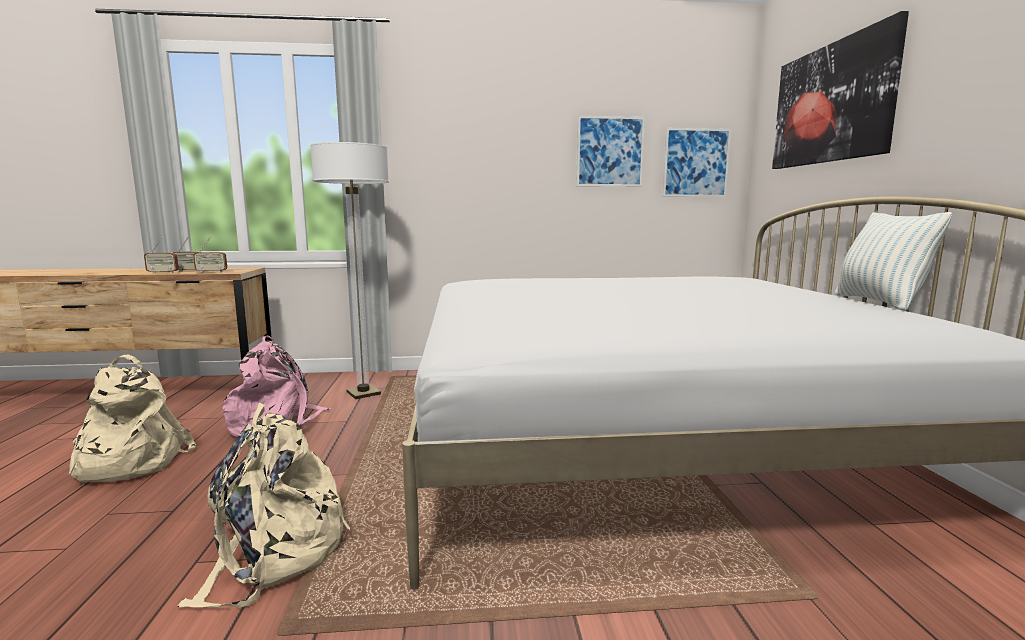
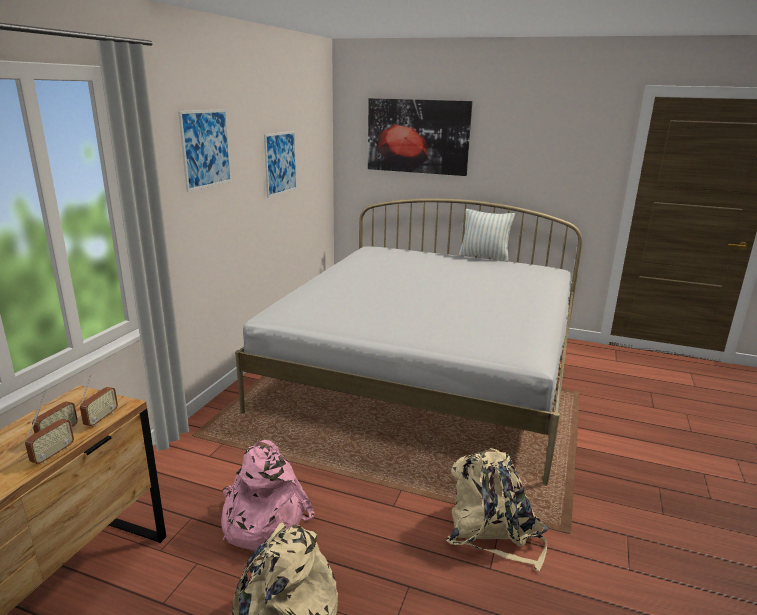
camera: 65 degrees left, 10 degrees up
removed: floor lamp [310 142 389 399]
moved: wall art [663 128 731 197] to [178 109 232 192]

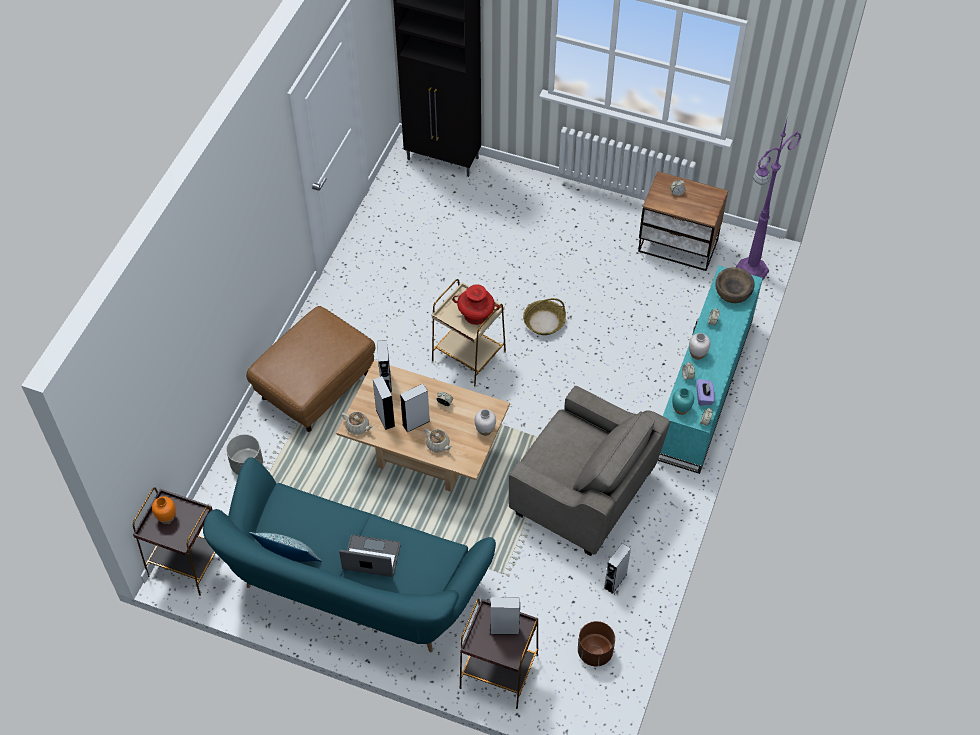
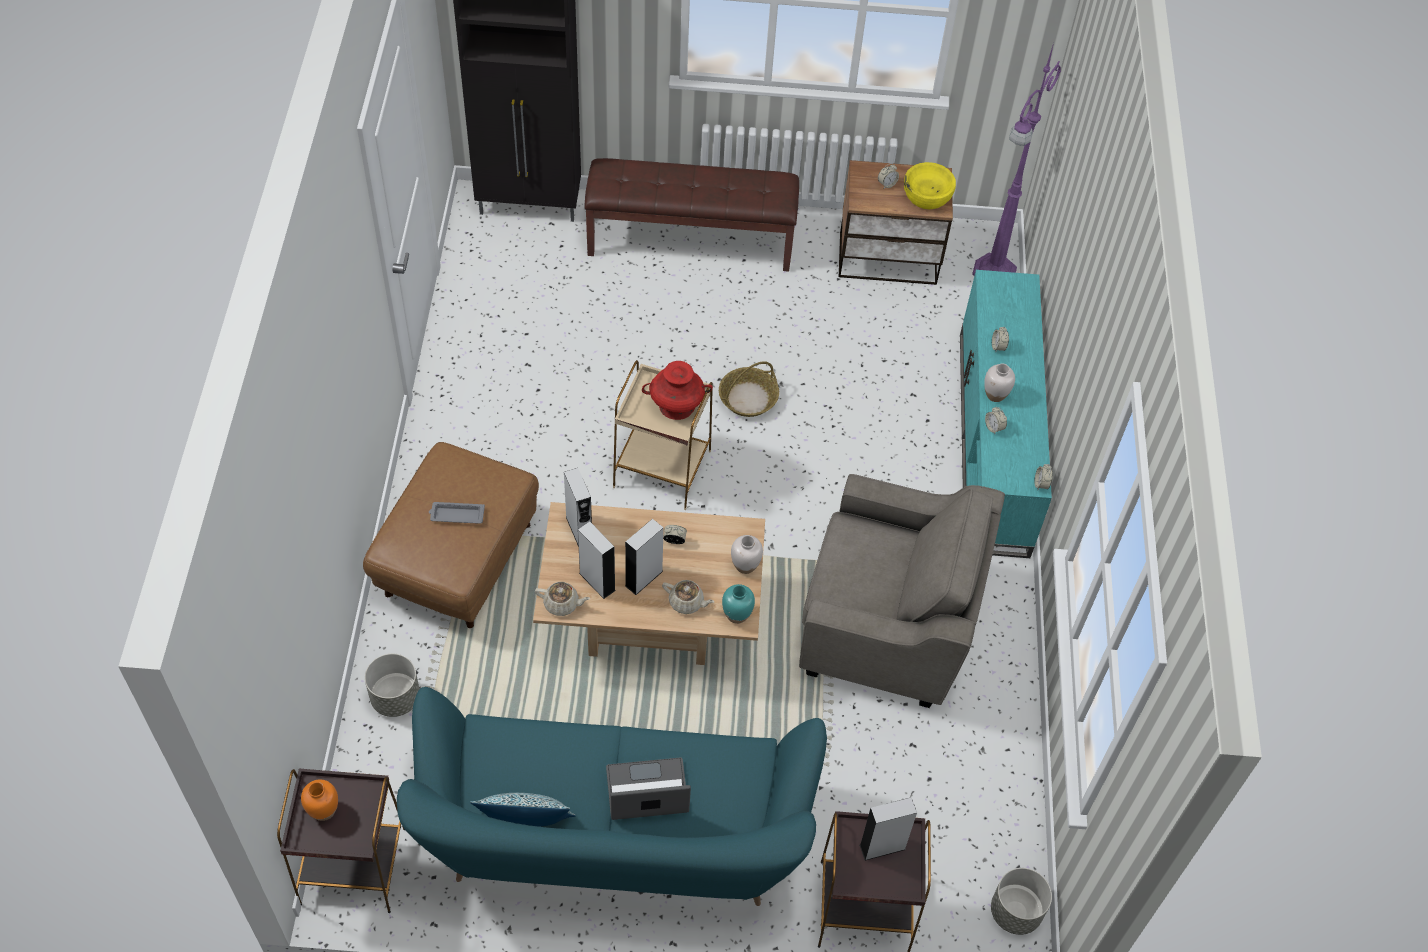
camera: 20 degrees left, 0 degrees up
removed: brown-coloured deep dish [715 267 754 303]; purple box of tissues [696 379 715 405]; grey audio speaker [604 543 631 594]; brown-coloured plant pot [578 621 615 666]
added: brown-coloured bench [585 158 799 272]; yellow deep dish [904 162 956 209]; grey tray [429 502 485 524]; grey plant pot [991 868 1052 935]
moved: turquoise-coloured vase [672 388 694 415] to [722 584 755 624]

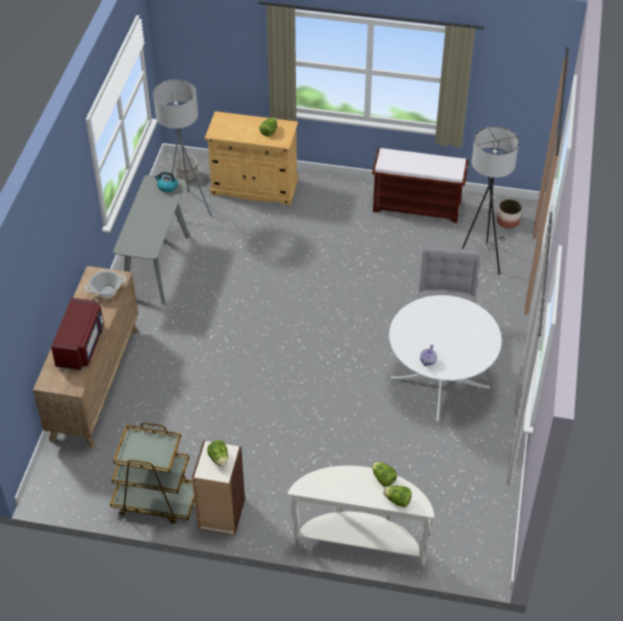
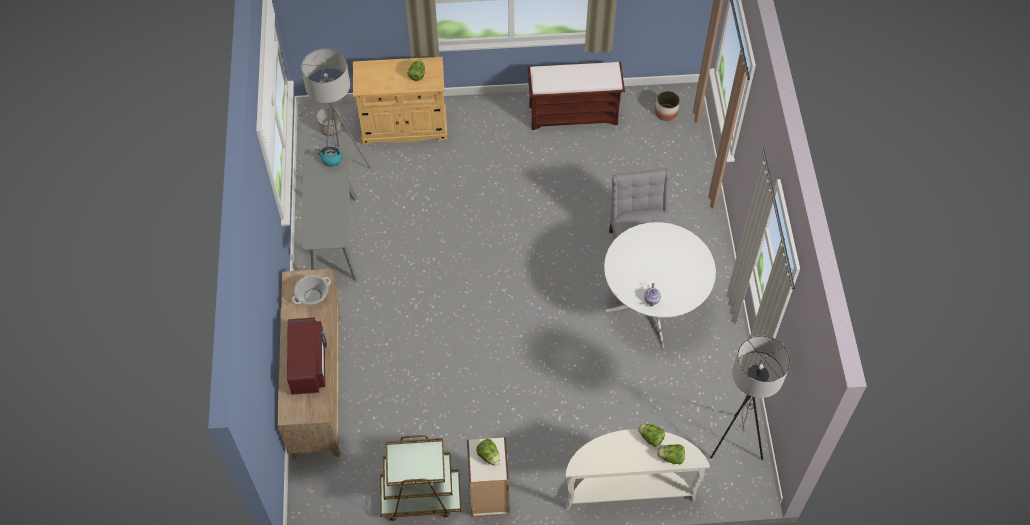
camera: 15 degrees left, 10 degrees up
moved: grey floor lamp [462 126 519 275] to [710 335 790 460]

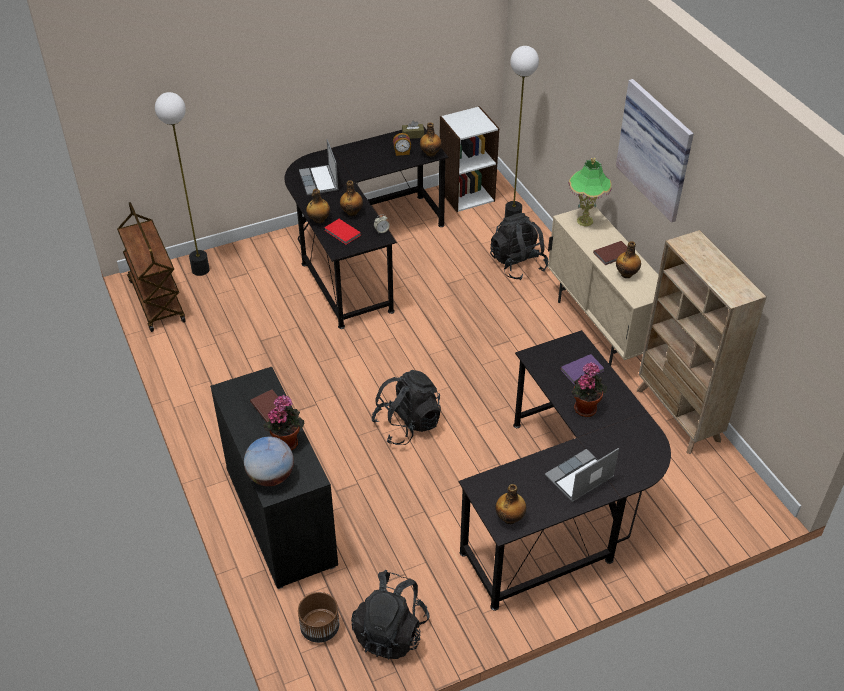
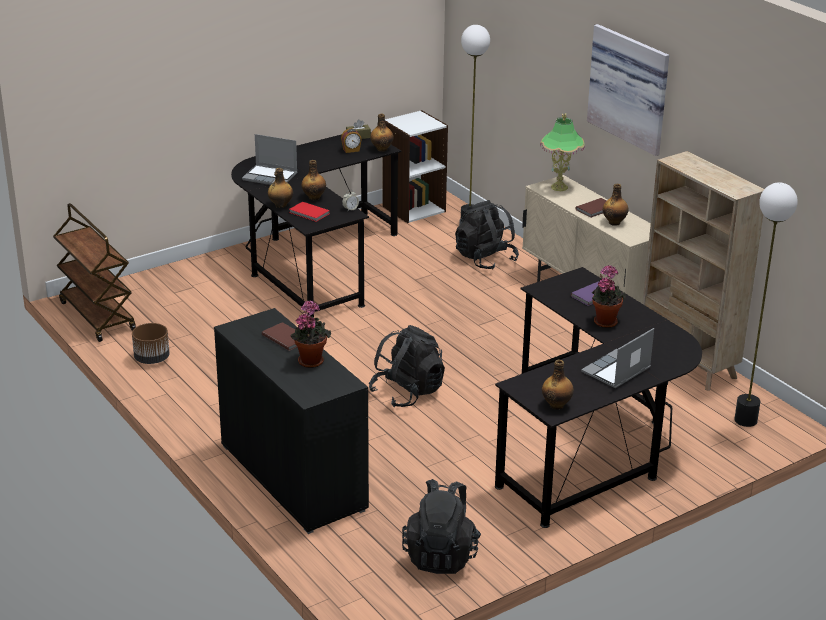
camera: 10 degrees left, 15 degrees down
removed: desk globe [244 437 294 486]
moved: floor lamp [155 92 210 276] to [734 182 798 427]; brown-coloured plant pot [298 592 339 643] to [132 323 170 364]
turned: laptop [299 139 339 195] = [242 134 298 185] 45 degrees counterclockwise

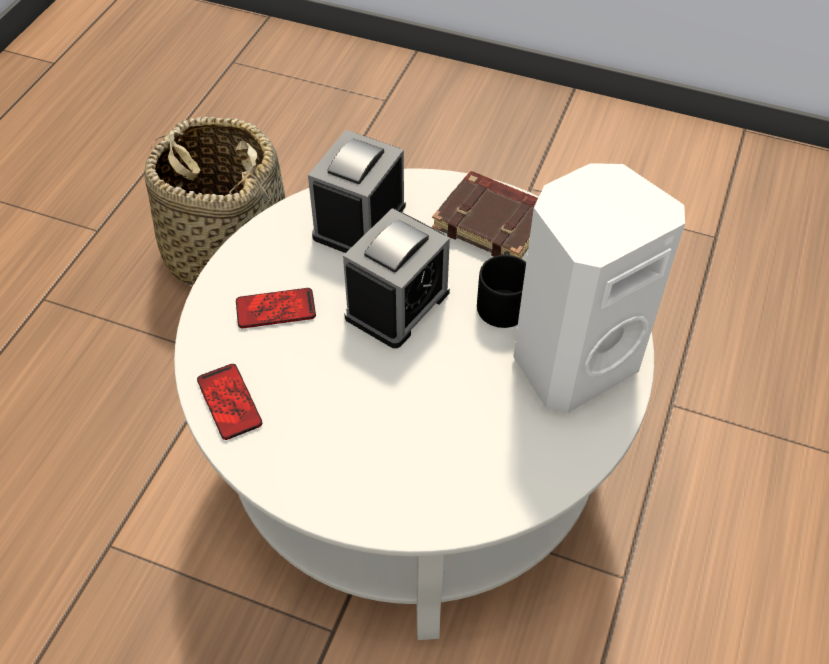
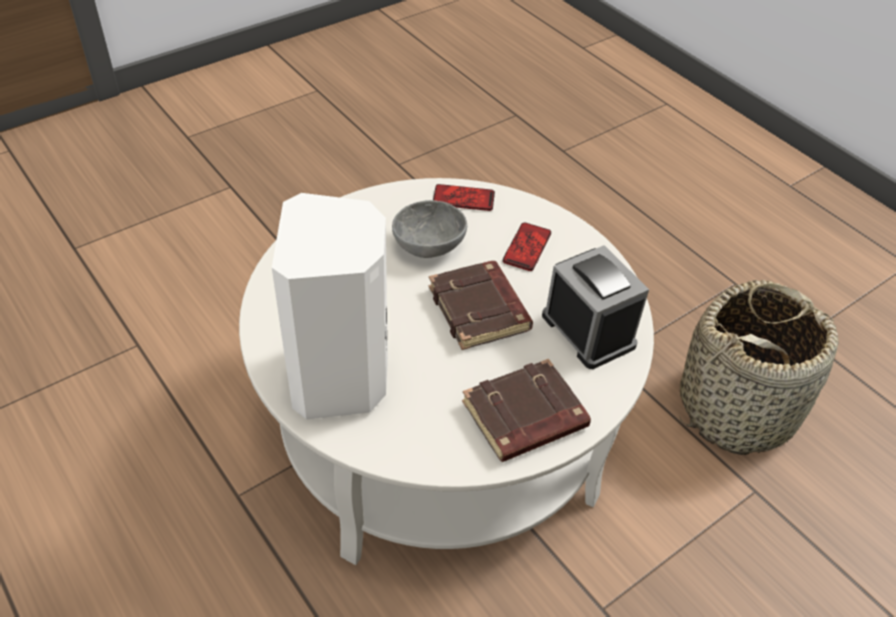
camera: 120 degrees right, 5 degrees down
removed: blackish mug [477 251 526 328]
added: grey deep dish [392 200 467 258]
replaced: table clock [343 208 450 348] to brown-coloured bound book [428 261 533 350]

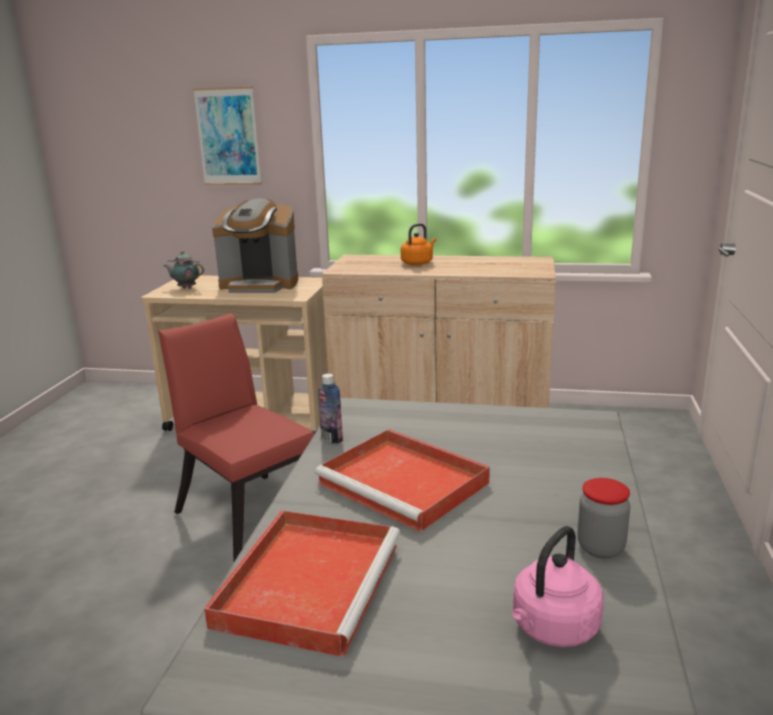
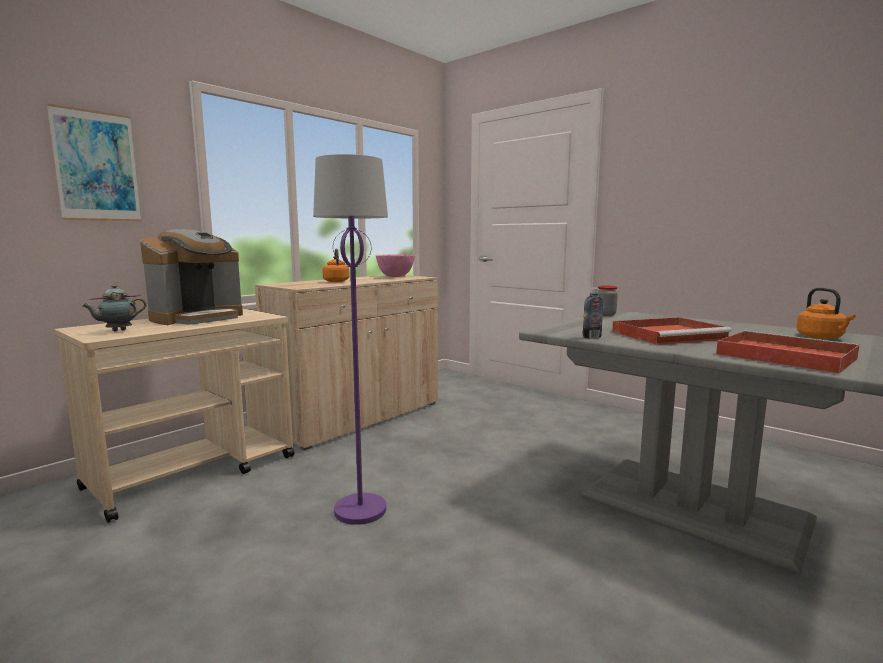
camera: 60 degrees left, 10 degrees down
added: pink-coloured deep dish [376 254 415 277]
moved: storage jar [577 478 630 558] to [598 286 618 316]
replaced: red chair [158 313 314 562] to purple floor lamp [313 154 388 525]
recoloured: pink-coloured tea kettle [512 526 604 647] to orange-coloured tea kettle [796 288 856 339]

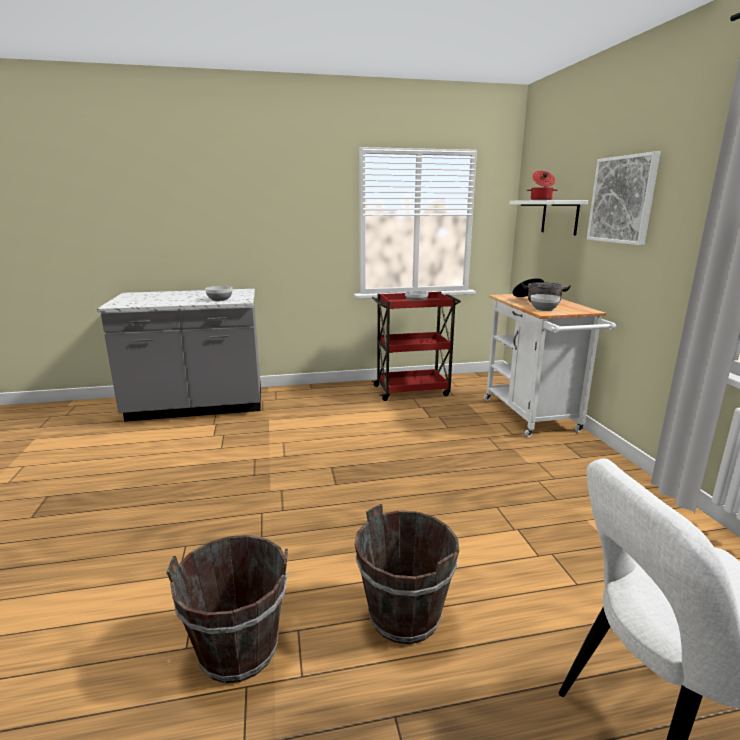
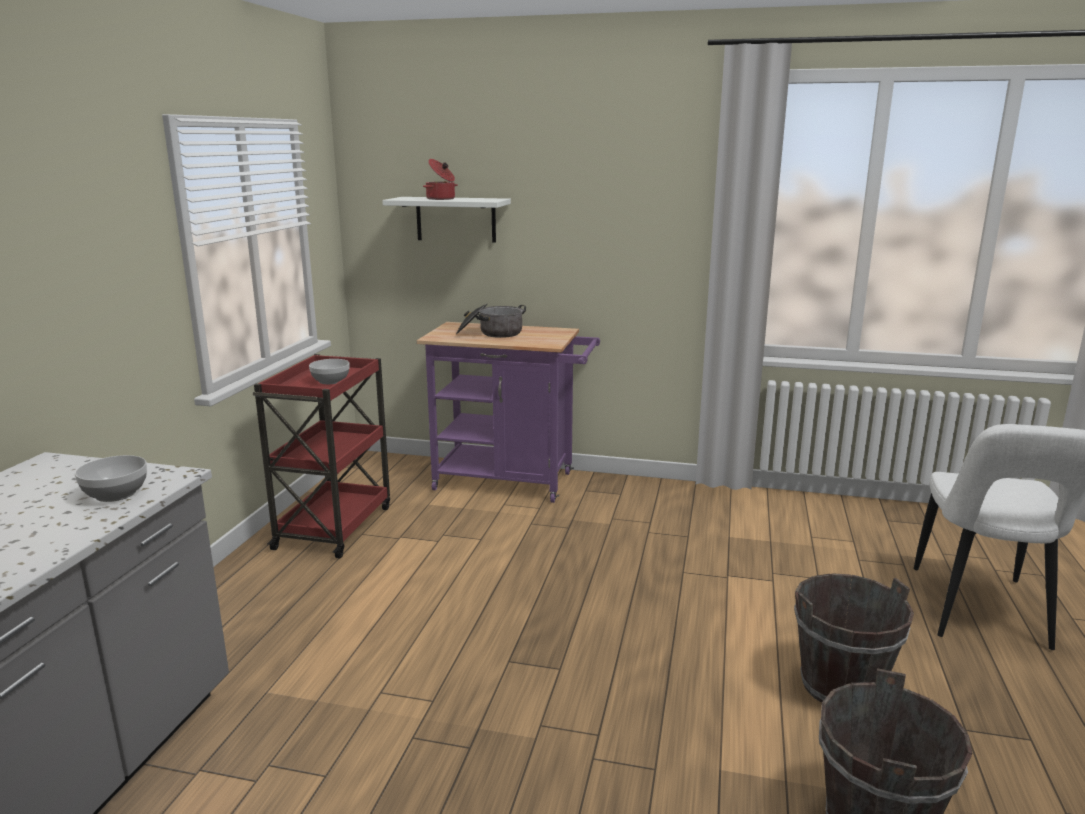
camera: 65 degrees left, 0 degrees up
removed: wall art [587 151 661 245]; deep dish [531 294 560 311]
recoloured: white-coloured wheeled cart [484 294 616 437] to purple wheeled cart [416 322 600 503]

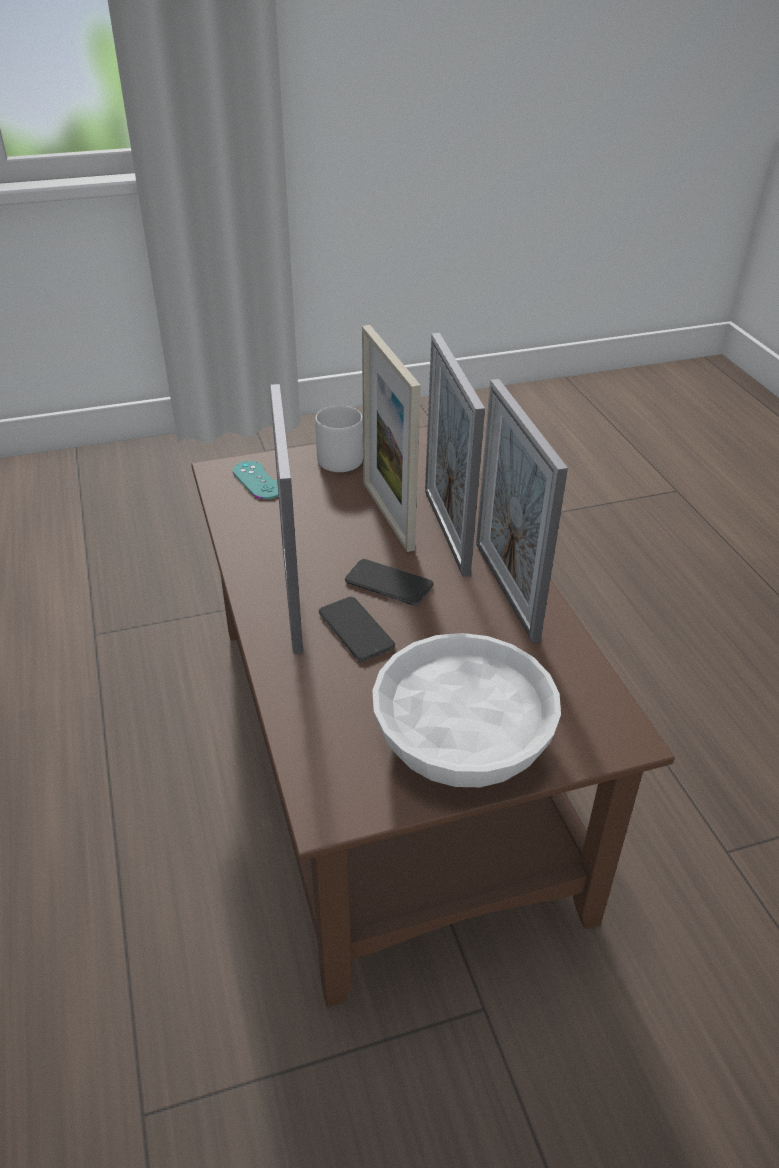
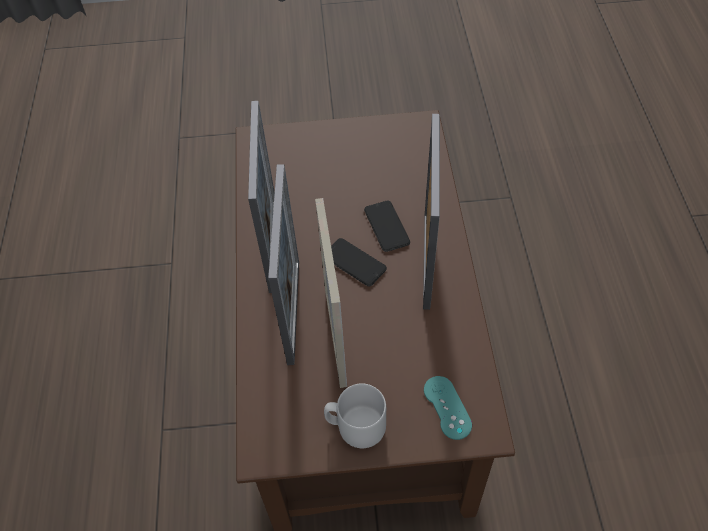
camera: 165 degrees left, 15 degrees up
removed: white-coloured deep dish [372 633 561 787]

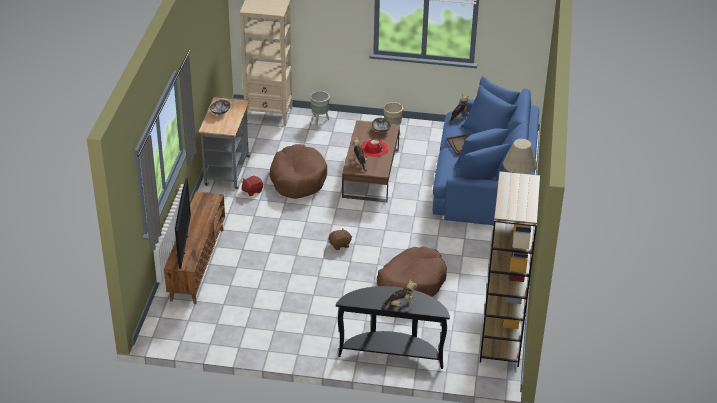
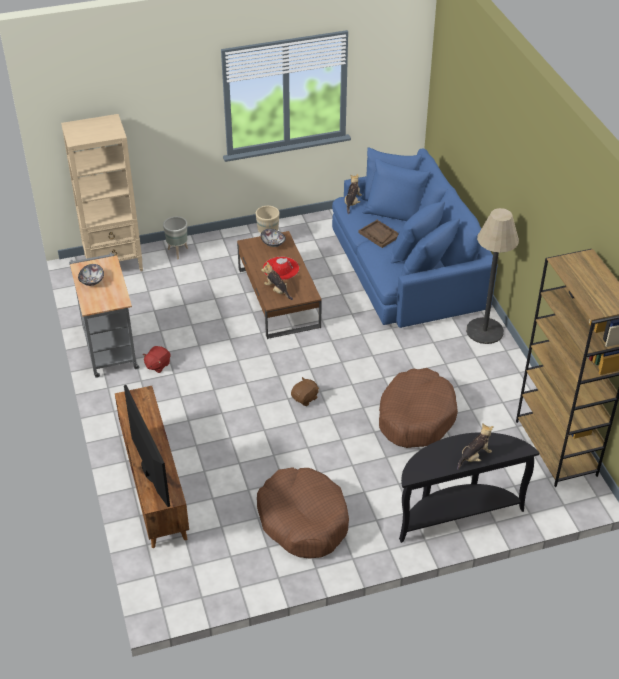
camera: 25 degrees left, 5 degrees up
moved: brown-coloured dog cushion [269 144 327 199] to [257 467 349 559]

